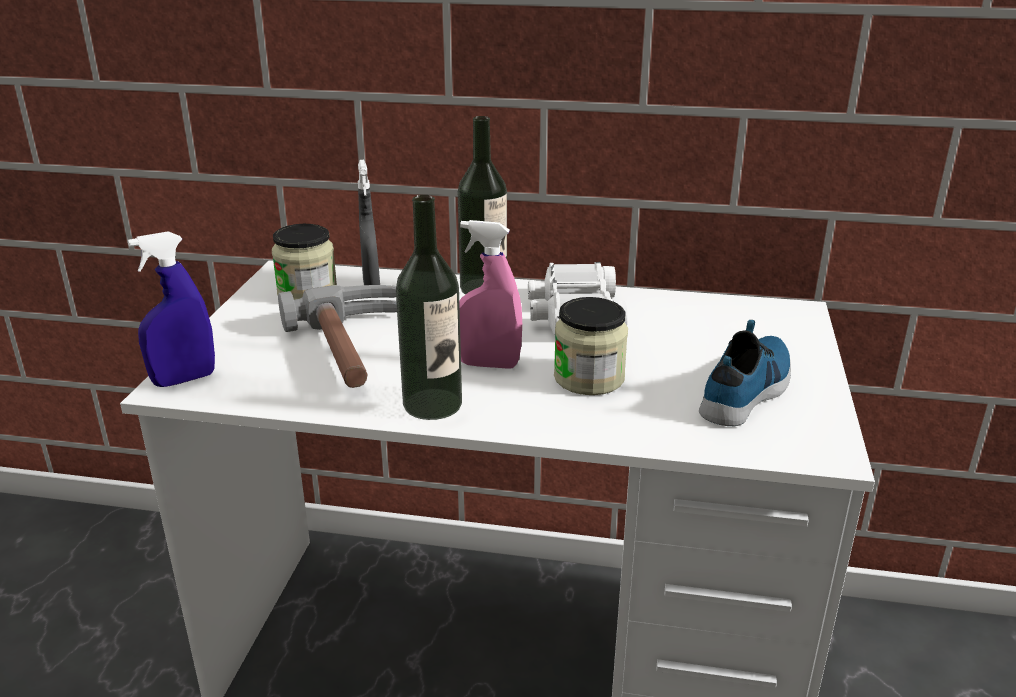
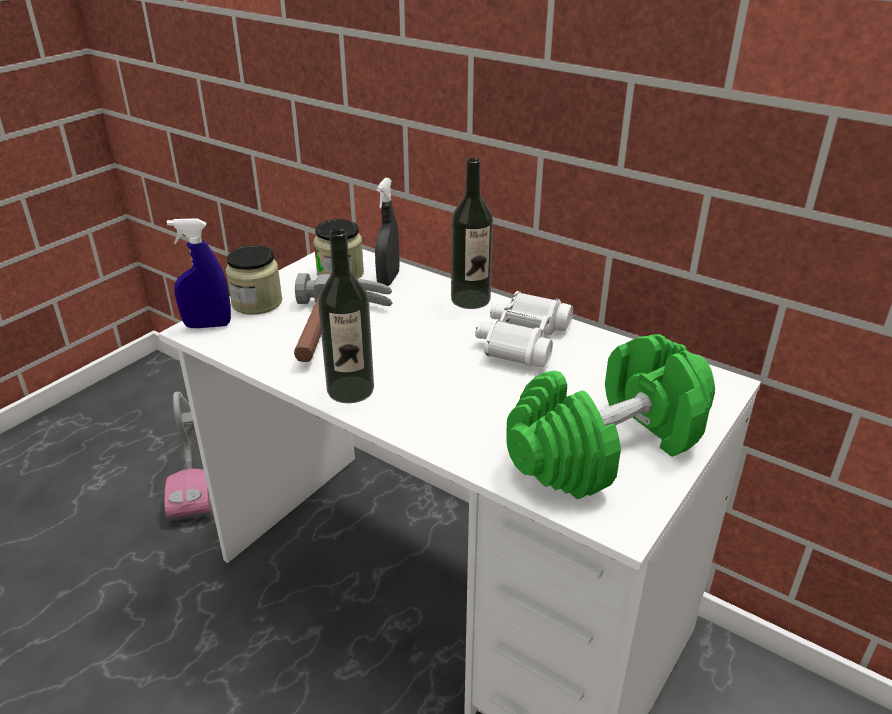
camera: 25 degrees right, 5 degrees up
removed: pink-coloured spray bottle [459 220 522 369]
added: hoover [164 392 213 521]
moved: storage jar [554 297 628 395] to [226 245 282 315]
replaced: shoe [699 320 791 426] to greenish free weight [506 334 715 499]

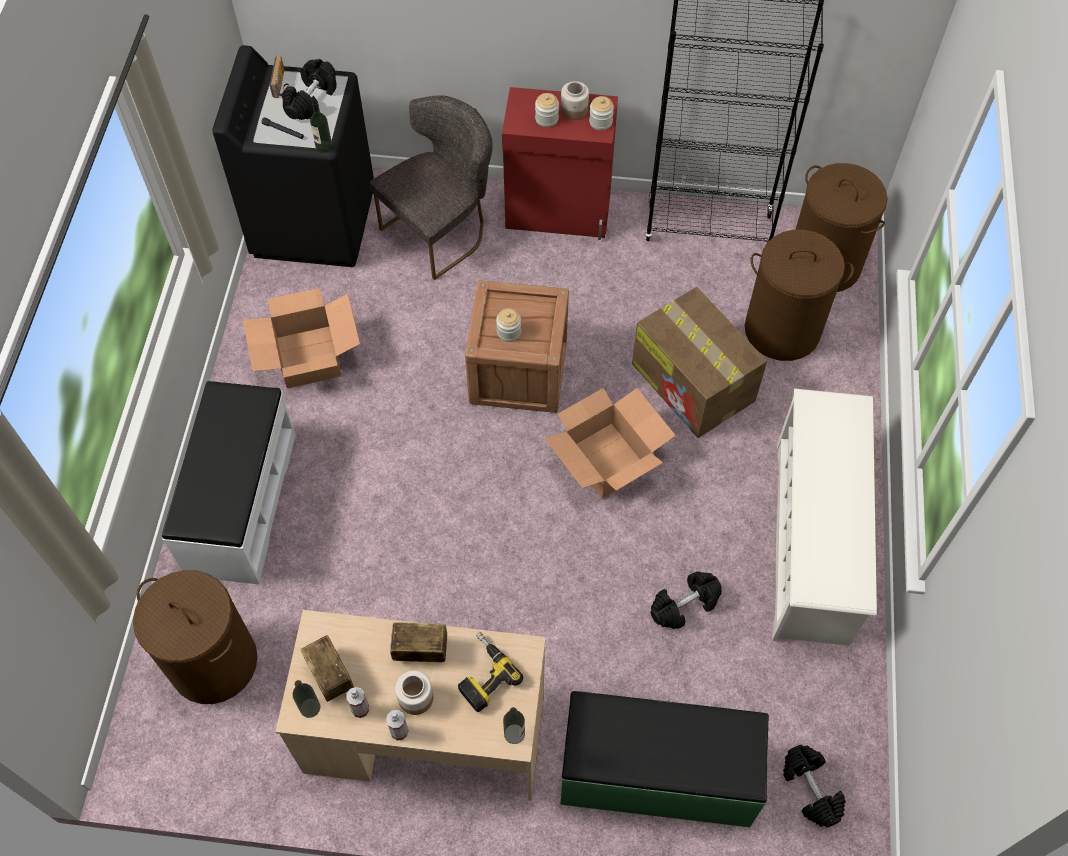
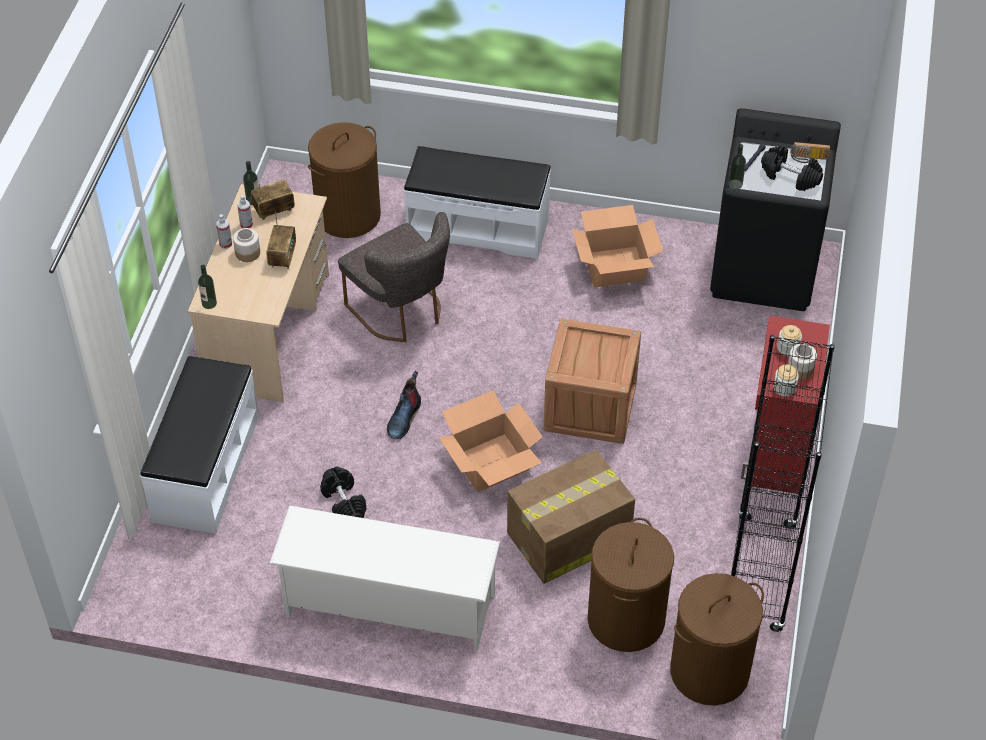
camera: 95 degrees right, 10 degrees down
removed: storage jar [496 308 521 342]; drill [458 632 523 712]; blackish free weight [783 745 846 828]
added: tall boot [387 371 421 439]
moved: grey chair [370 95 493 280] to [338 212 450 342]
recoloured: greenish bench [560 691 769 827] to white-coloured bench [140 356 259 534]

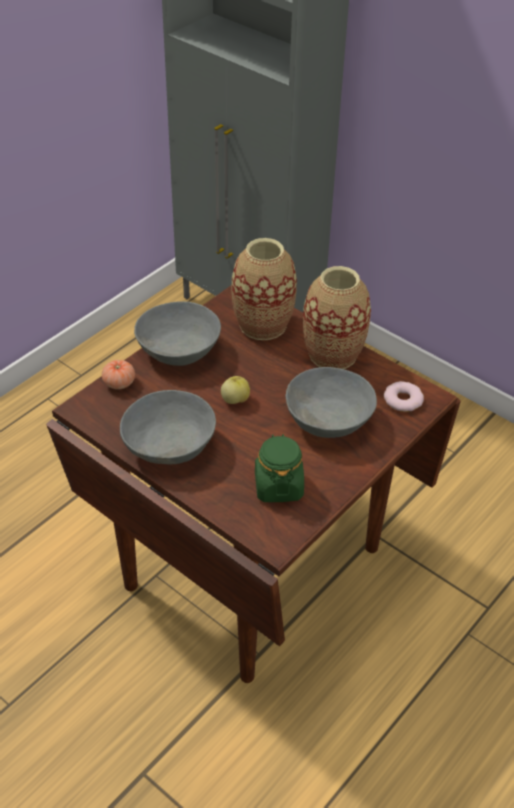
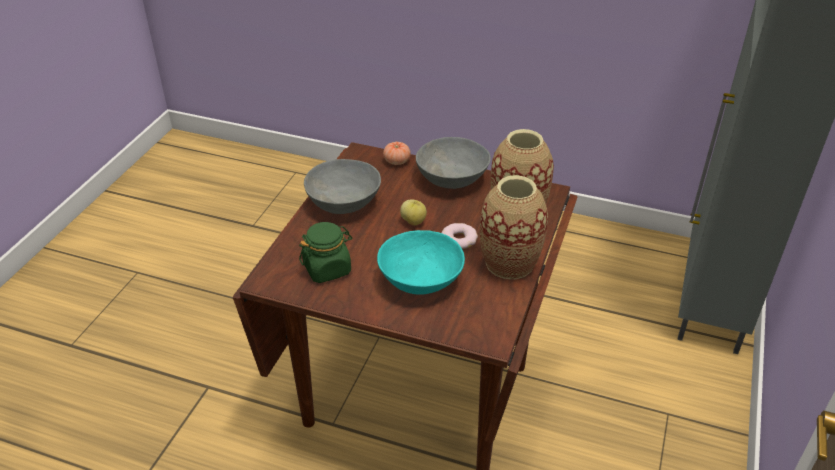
camera: 70 degrees right, 5 degrees down
moved: ring doughnut [384 381 424 412] to [441 223 478 249]
recoloured: grey deep dish [286 367 377 438] to turquoise-coloured deep dish [377 230 465 295]

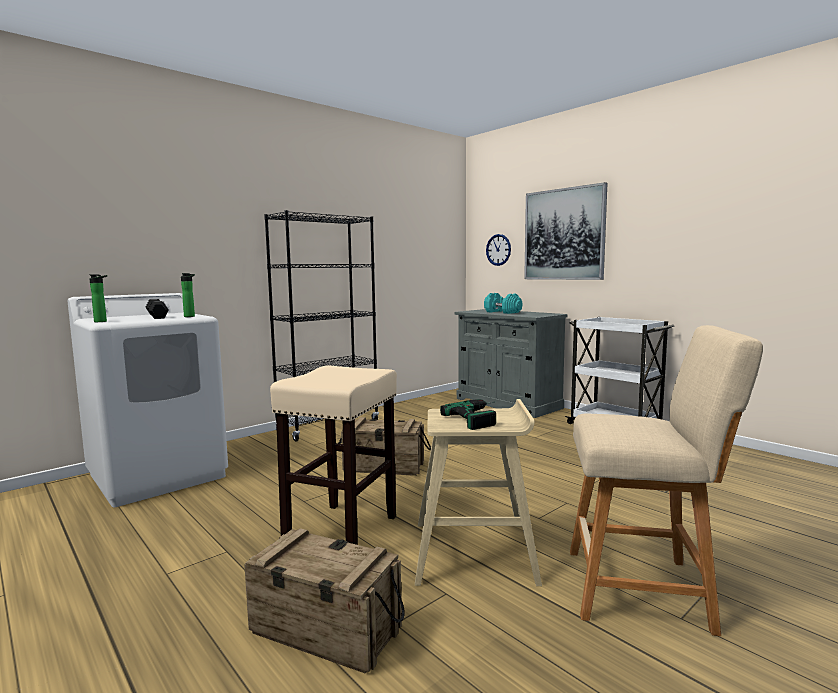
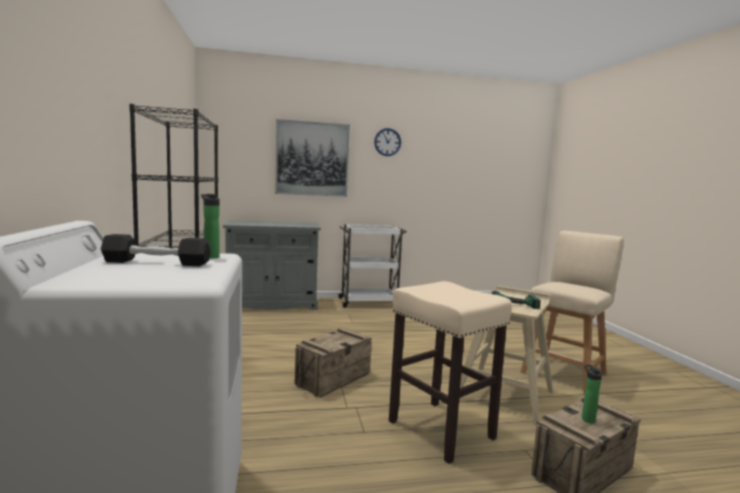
camera: 60 degrees left, 0 degrees up
removed: turquoise-coloured free weight [484 293 522 314]
moved: hanging clock [486 234 511 266] to [374 128 401 156]; bottle [89 274 107 322] to [582 365 602 423]

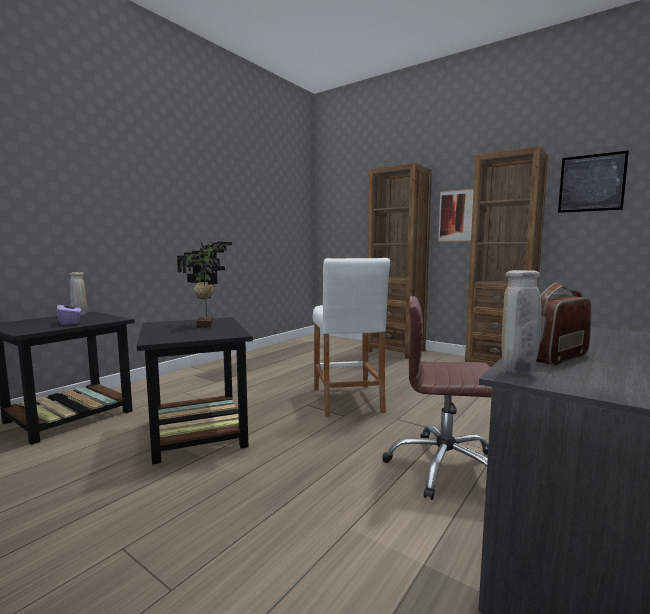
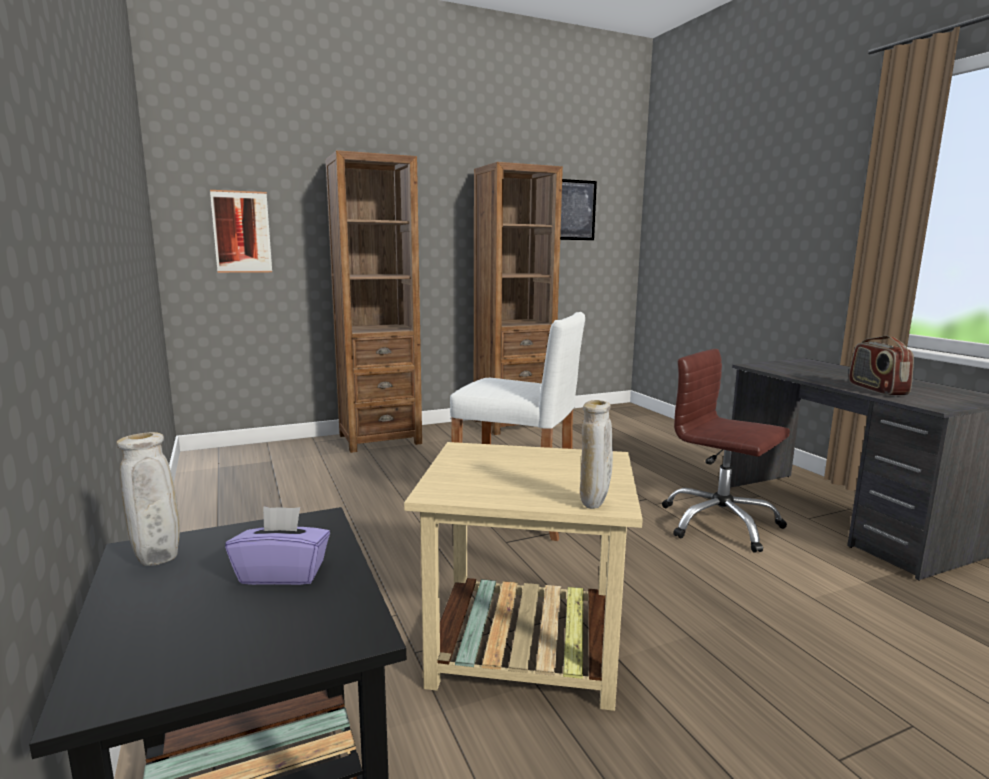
camera: 60 degrees left, 5 degrees up
removed: houseplant [177 241 232 328]
moved: wall art [438 188 474 242] to [210 190 272 273]; sand-coloured vase [501 270 542 374] to [580 400 613 509]
recoloured: blackish end table [137 317 253 465] to sand-coloured end table [404 442 643 711]
turned: brown-coloured office chair [382 296 492 500] = [662 349 790 553] 90 degrees clockwise

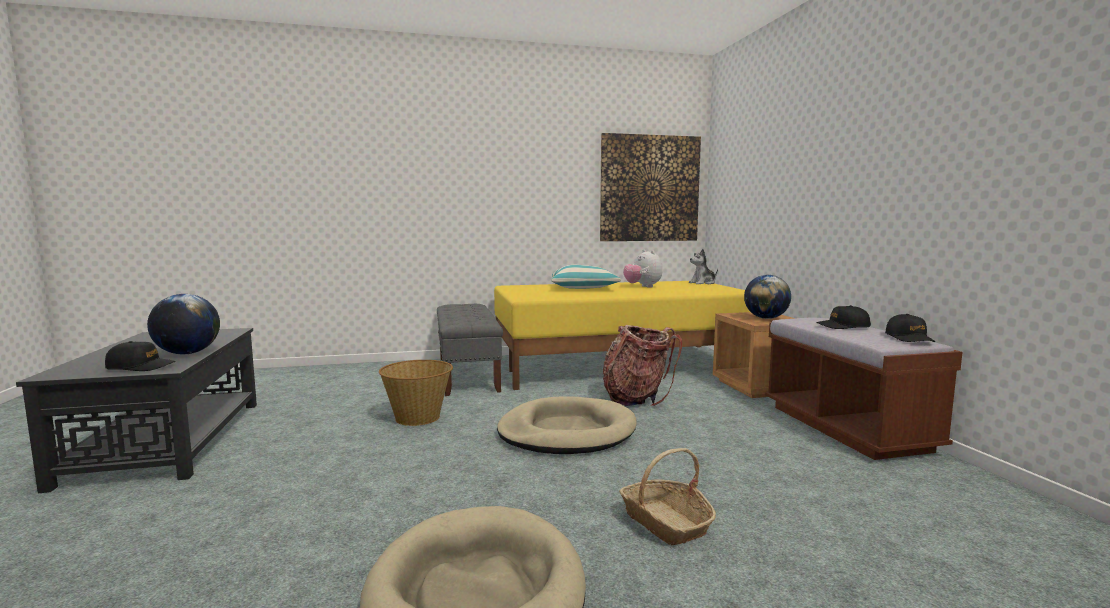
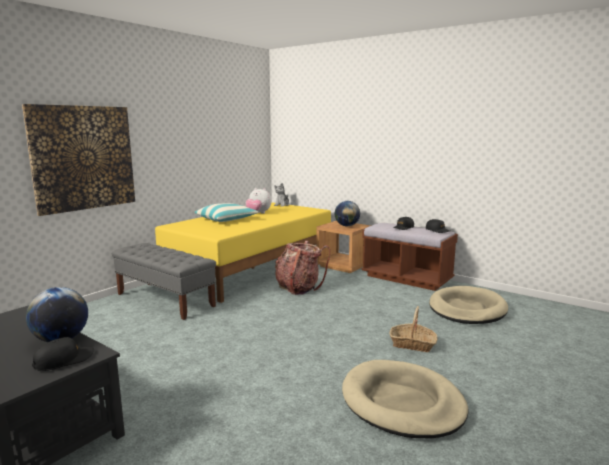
camera: 40 degrees left, 5 degrees up
removed: storage basket [379 360 453 426]
moved: wall art [600 133 701 241] to [22 104 135 216]; sand-coloured dog cushion [497 396 637 454] to [429 286 508 324]

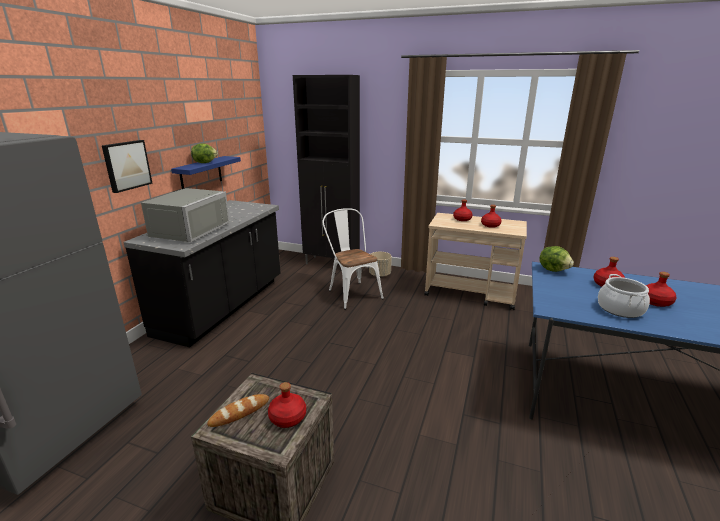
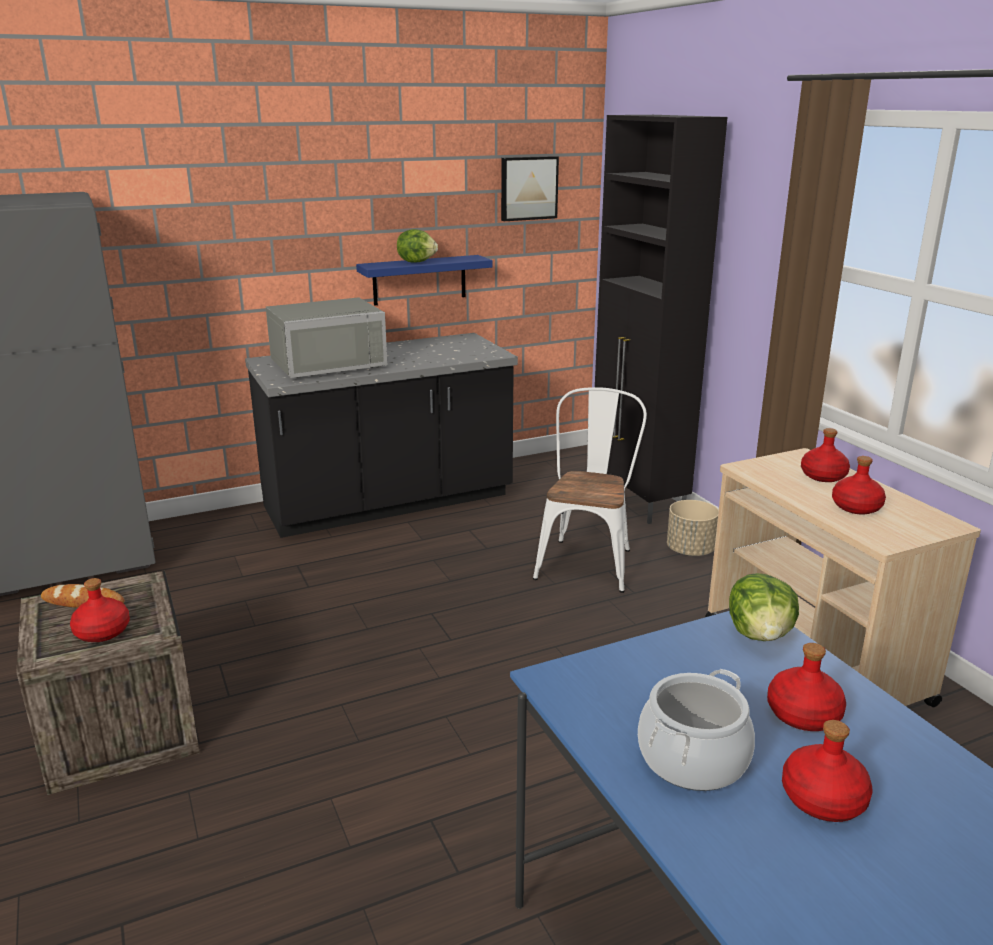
camera: 45 degrees right, 0 degrees up
moved: wall art [102 140 153 193] to [501 156 559 221]

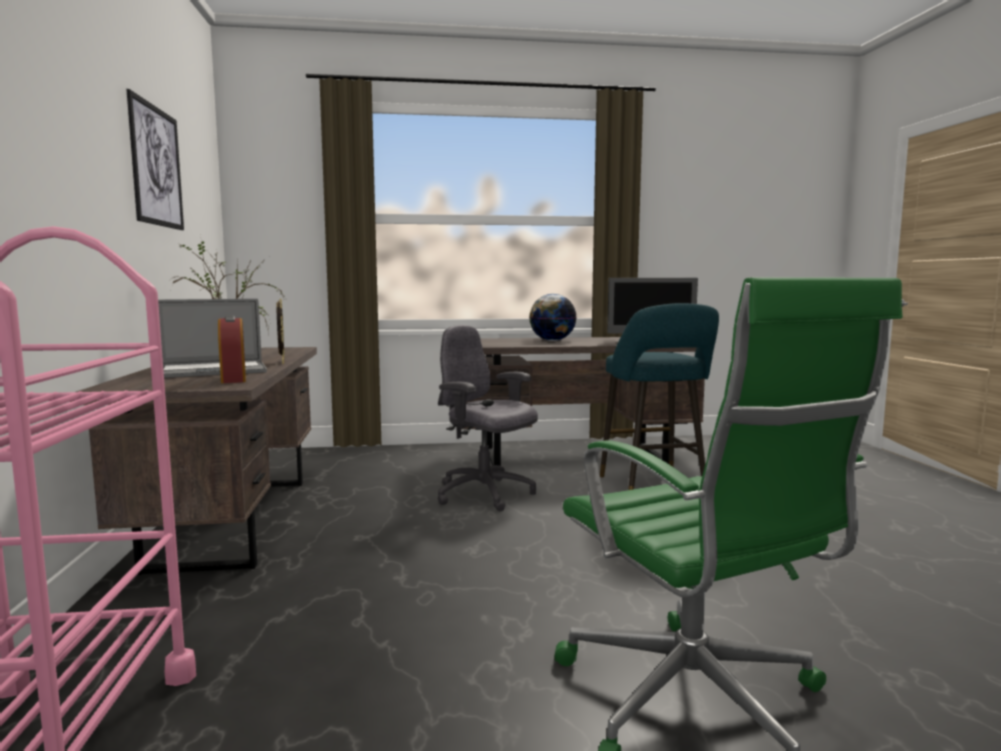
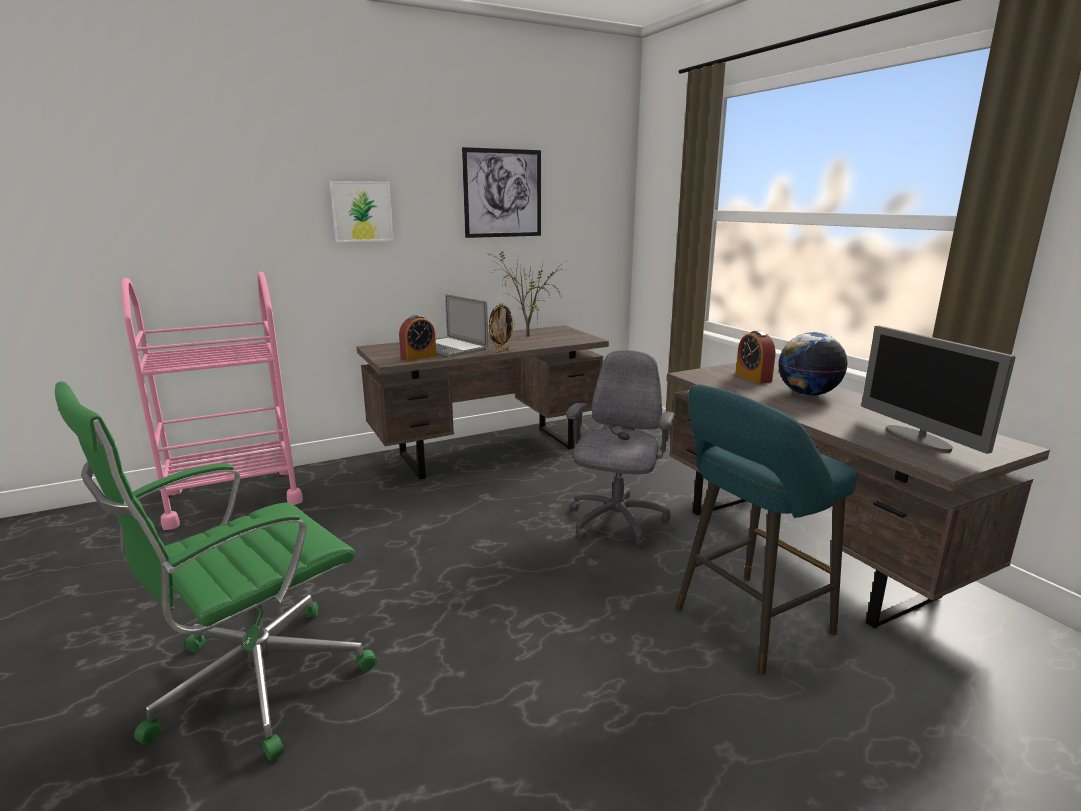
camera: 70 degrees right, 10 degrees up
added: wall art [330 181 394 242]; table clock [736 331 776 384]

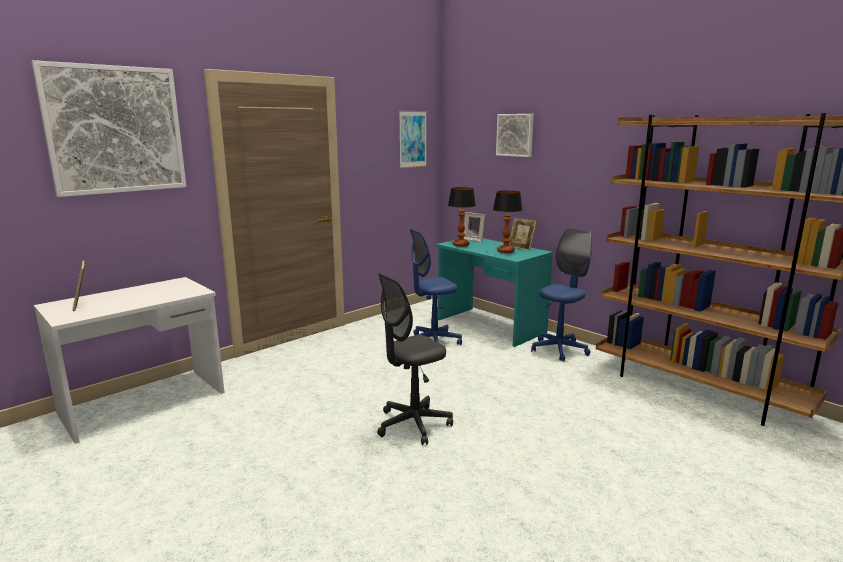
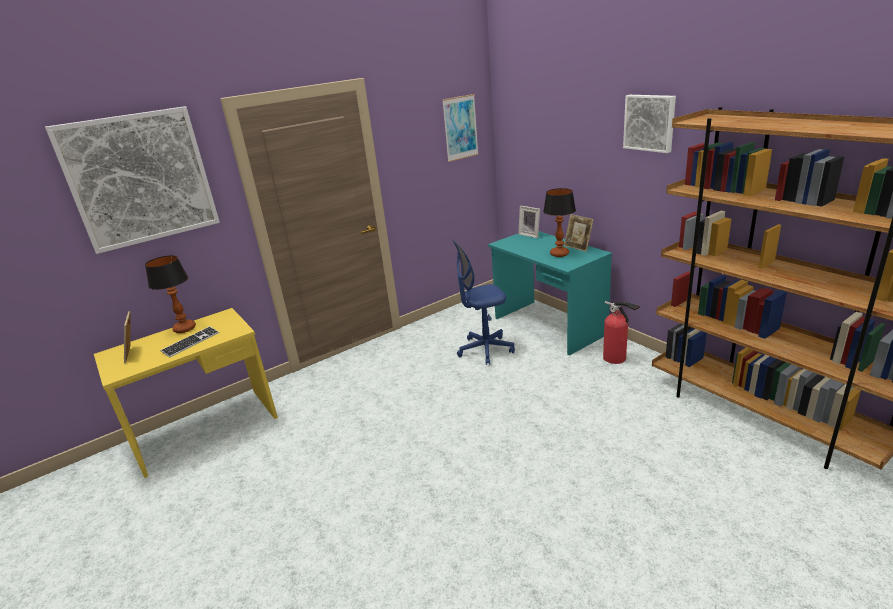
camera: 10 degrees right, 10 degrees up
removed: grey office chair [377 273 453 445]
added: computer keyboard [160 326 219 357]
moved: wall art [496 114 534 157] to [623 95 676 153]; tabletop lamp [448 187 476 247] to [145 255 196 333]
replaced: bluish office chair [531 228 592 362] to fire extinguisher [603 301 640 364]
recoloured: white-coloured desk [34 277 225 444] to yellow desk [94 308 278 478]

